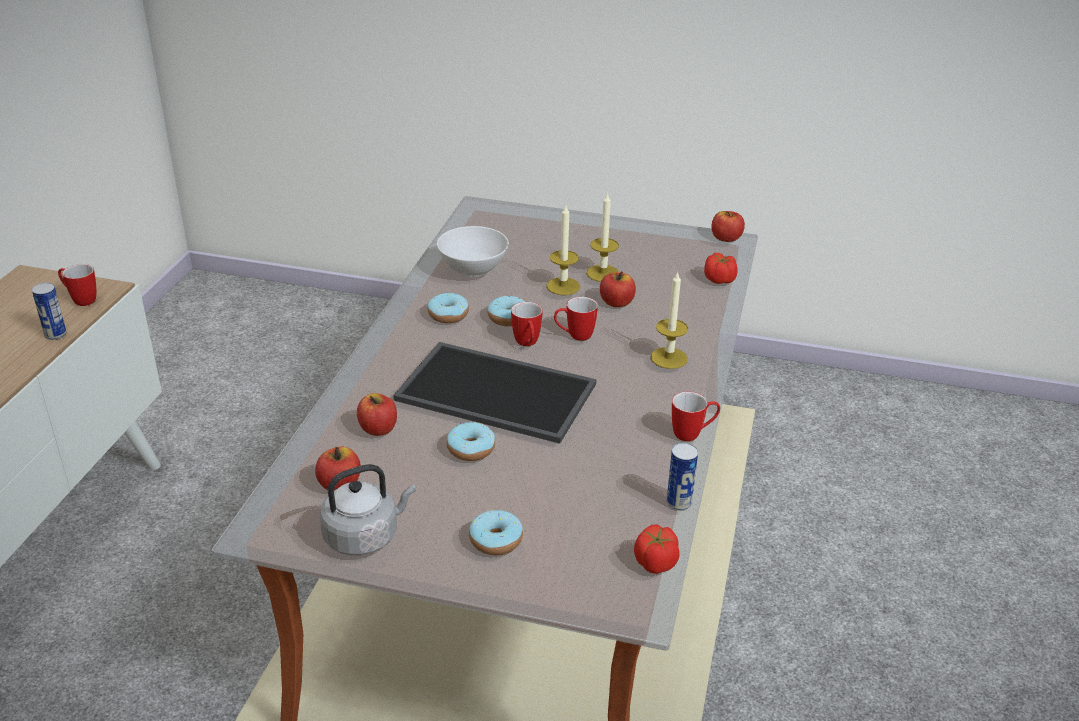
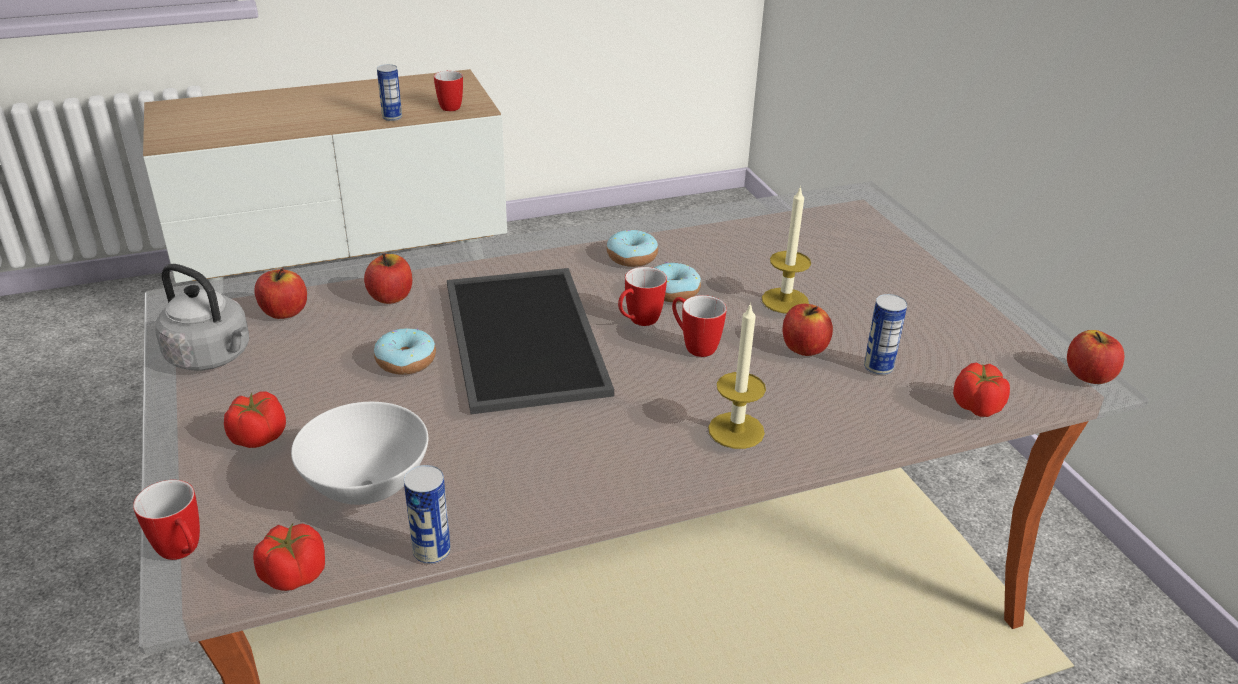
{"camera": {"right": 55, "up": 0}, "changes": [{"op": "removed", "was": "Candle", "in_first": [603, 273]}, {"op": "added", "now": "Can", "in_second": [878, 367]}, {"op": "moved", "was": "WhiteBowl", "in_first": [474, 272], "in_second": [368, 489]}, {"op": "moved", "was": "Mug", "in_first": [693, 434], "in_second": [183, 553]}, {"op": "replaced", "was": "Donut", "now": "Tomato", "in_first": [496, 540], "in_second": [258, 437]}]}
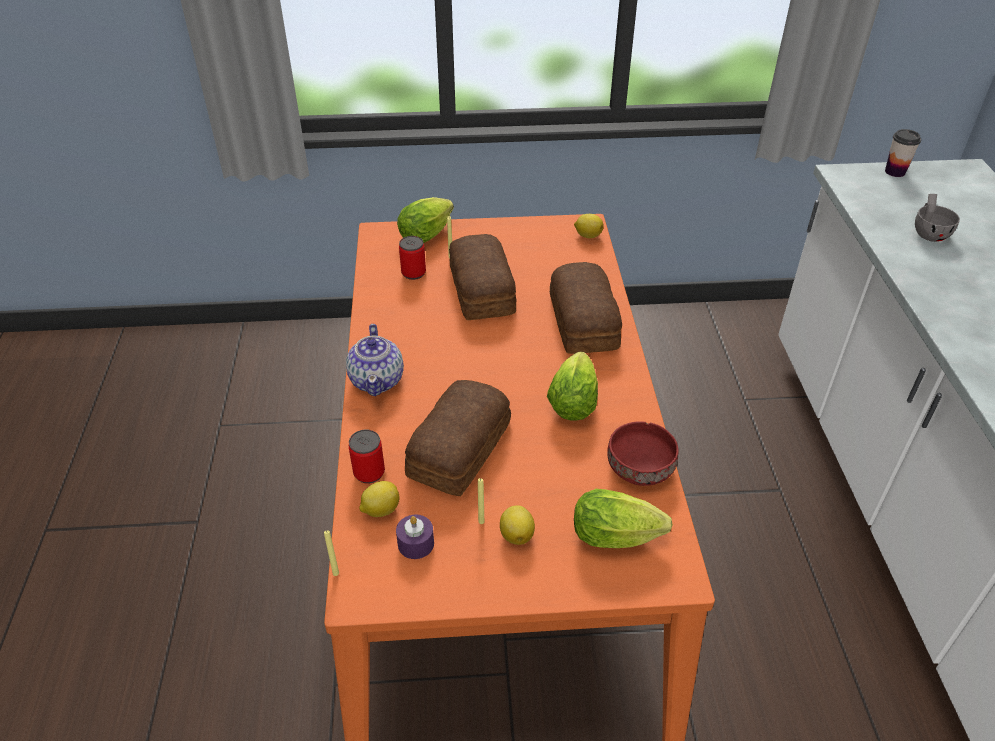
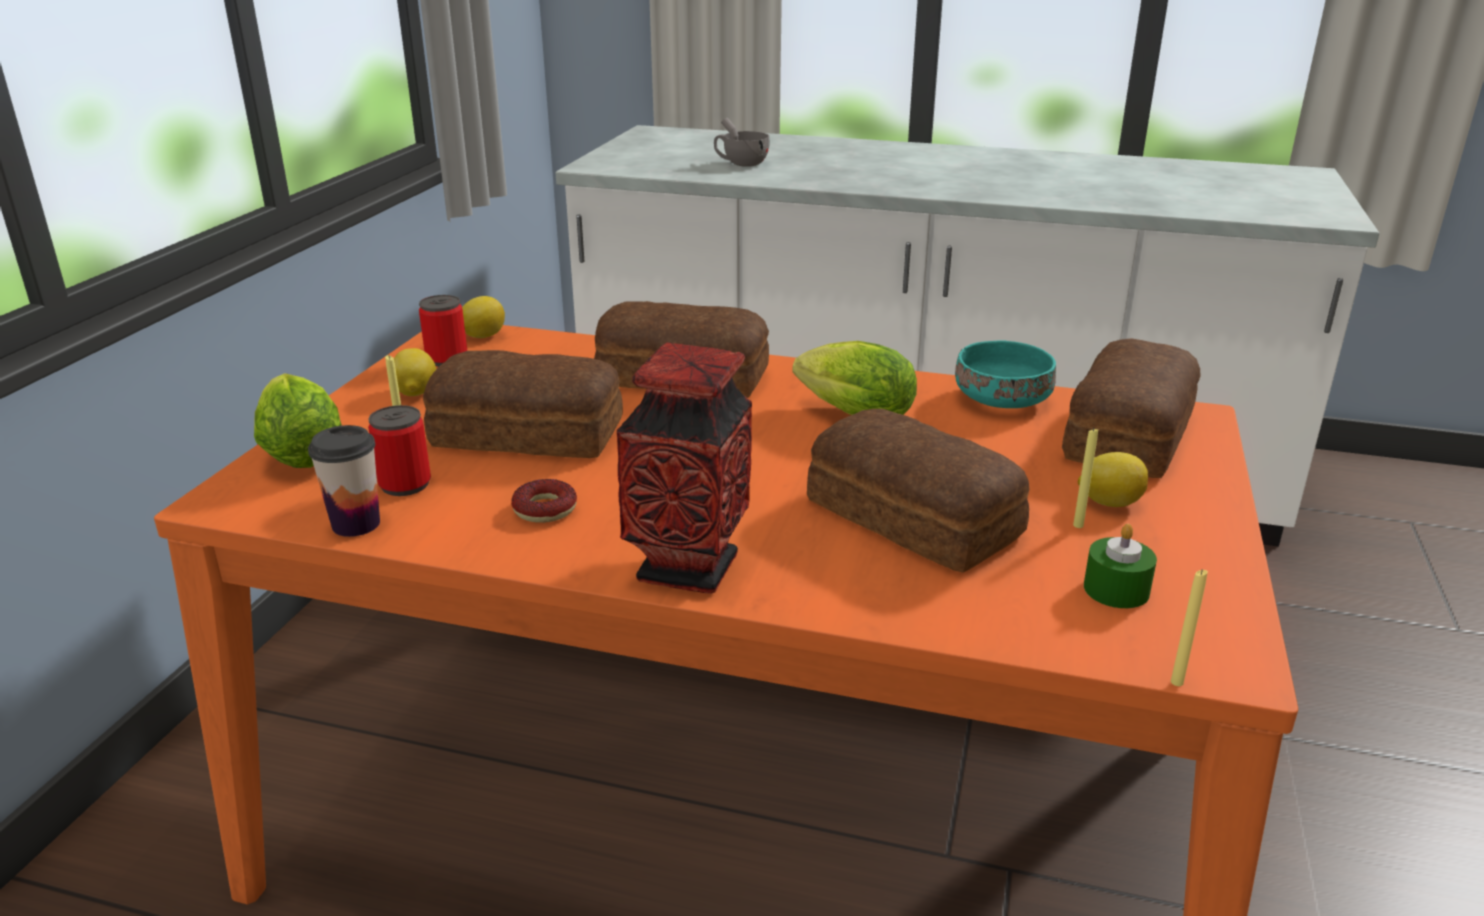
{"camera": {"right": -70, "up": -15}, "changes": [{"op": "added", "now": "Donut", "in_second": [545, 509]}, {"op": "moved", "was": "Can", "in_first": [369, 472], "in_second": [447, 359]}, {"op": "moved", "was": "Lemon", "in_first": [380, 510], "in_second": [415, 393]}, {"op": "moved", "was": "Cup", "in_first": [895, 172], "in_second": [356, 524]}, {"op": "replaced", "was": "Teapot", "now": "Vase", "in_first": [377, 380], "in_second": [688, 568]}, {"op": "replaced", "was": "Lettuce", "now": "Bread", "in_first": [620, 537], "in_second": [1124, 435]}, {"op": "recoloured", "was": "PurpleCandle", "now": "GreenCandle", "in_first": [416, 543], "in_second": [1116, 589]}, {"op": "recoloured", "was": "RedBowl", "now": "TurquoiseBowl", "in_first": [639, 468], "in_second": [1003, 400]}]}
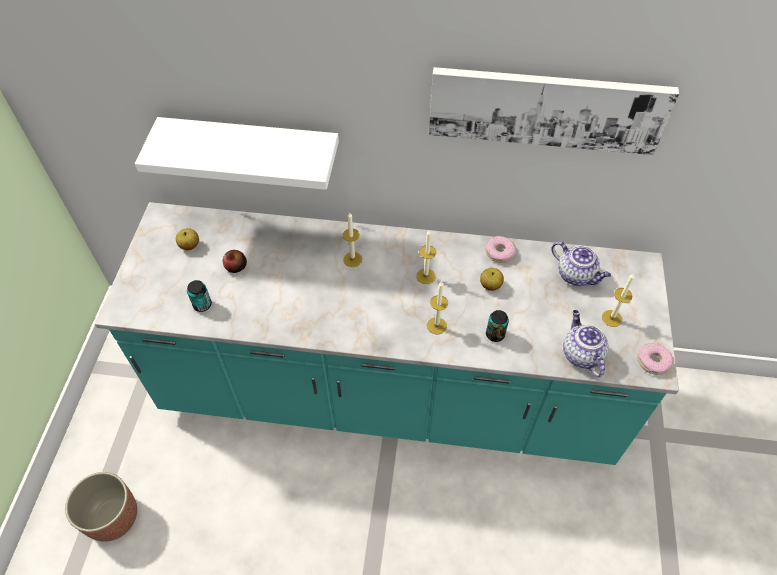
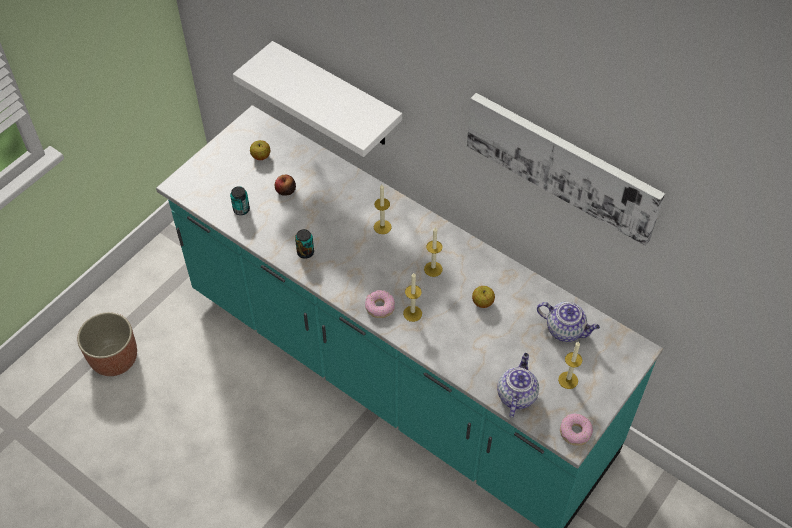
{"camera": {"right": 30, "up": 0}, "changes": [{"op": "moved", "was": "Donut", "in_first": [500, 252], "in_second": [380, 307]}, {"op": "moved", "was": "Can", "in_first": [495, 334], "in_second": [305, 252]}, {"op": "turned", "was": "Teapot", "in_first": [576, 275], "in_second": [566, 330], "clockwise": -45}]}
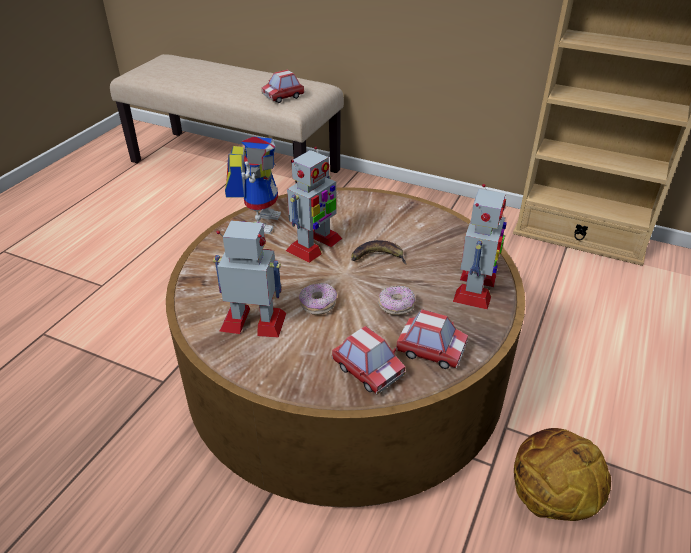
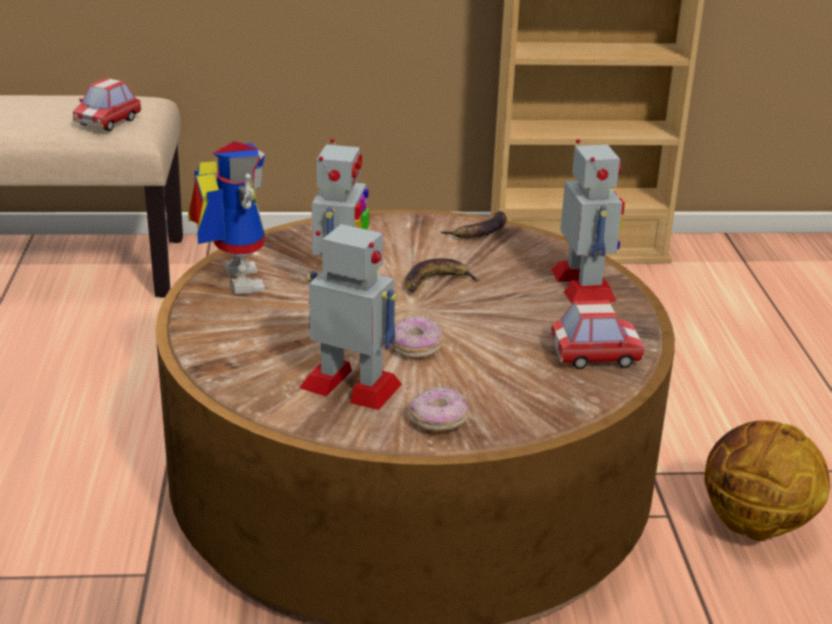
{"camera": {"right": -30, "up": -10}, "changes": [{"op": "removed", "was": "ToyCar", "in_first": [367, 371]}, {"op": "added", "now": "Banana", "in_second": [479, 231]}, {"op": "moved", "was": "Donut", "in_first": [396, 307], "in_second": [438, 422]}, {"op": "turned", "was": "ToyRobot", "in_first": [254, 322], "in_second": [352, 386], "clockwise": 45}]}
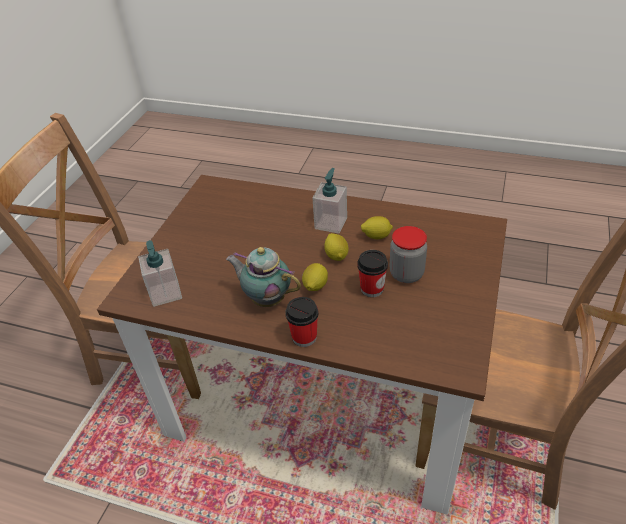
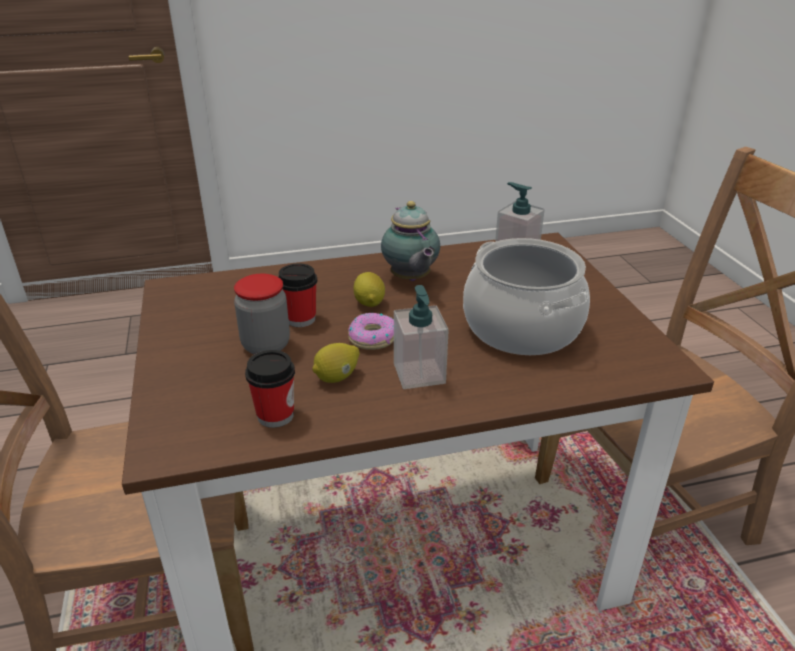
{"camera": {"right": 145, "up": -10}, "changes": [{"op": "added", "now": "CookingPot", "in_second": [523, 327]}, {"op": "moved", "was": "Cup", "in_first": [304, 337], "in_second": [275, 415]}, {"op": "replaced", "was": "Lemon", "now": "Donut", "in_first": [336, 255], "in_second": [373, 338]}, {"op": "turned", "was": "Teapot", "in_first": [266, 298], "in_second": [410, 279], "clockwise": 75}]}
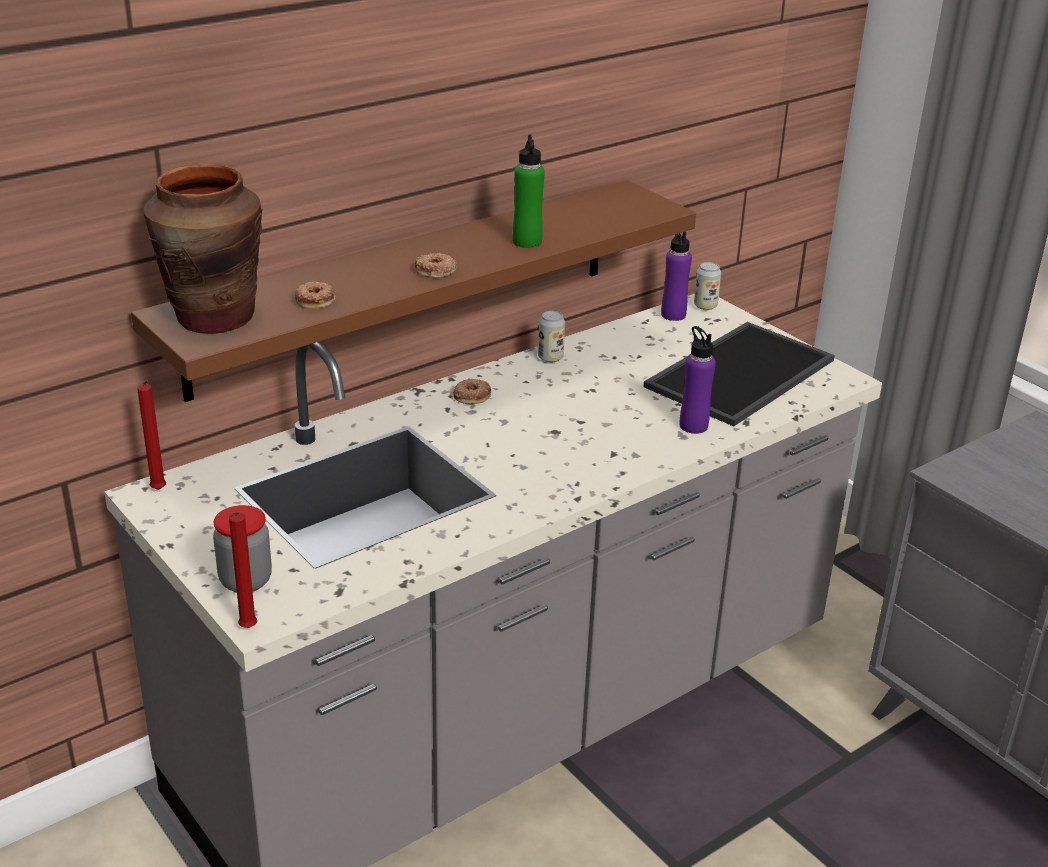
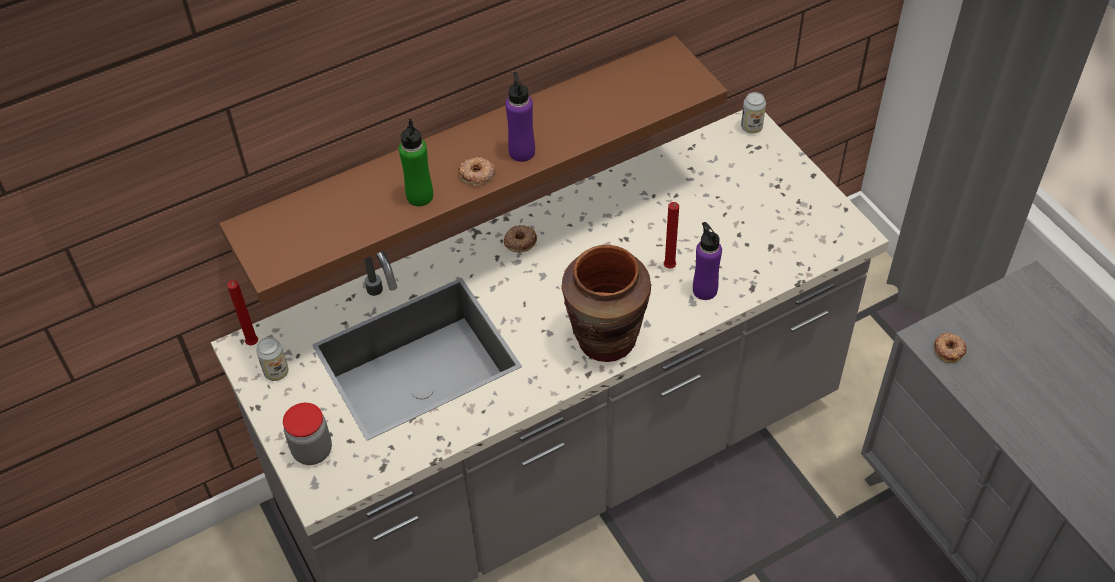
{"camera": {"right": 10, "up": 20}, "changes": [{"op": "removed", "was": "Tray", "in_first": [742, 375]}, {"op": "moved", "was": "BrownVase", "in_first": [214, 318], "in_second": [606, 340]}, {"op": "moved", "was": "RedCandle", "in_first": [247, 630], "in_second": [669, 268]}, {"op": "moved", "was": "Donut", "in_first": [315, 300], "in_second": [949, 349]}, {"op": "moved", "was": "GreenBottle", "in_first": [527, 242], "in_second": [419, 196]}, {"op": "moved", "was": "Can", "in_first": [550, 357], "in_second": [276, 372]}, {"op": "moved", "was": "PurpleBottle", "in_first": [673, 315], "in_second": [522, 152]}]}
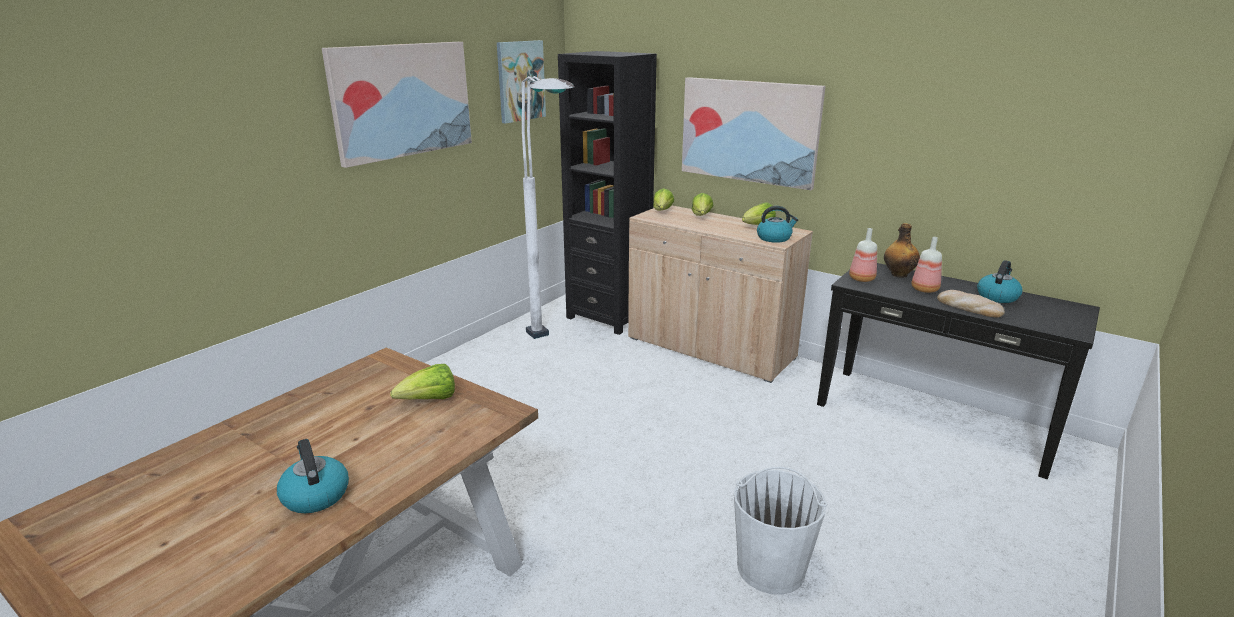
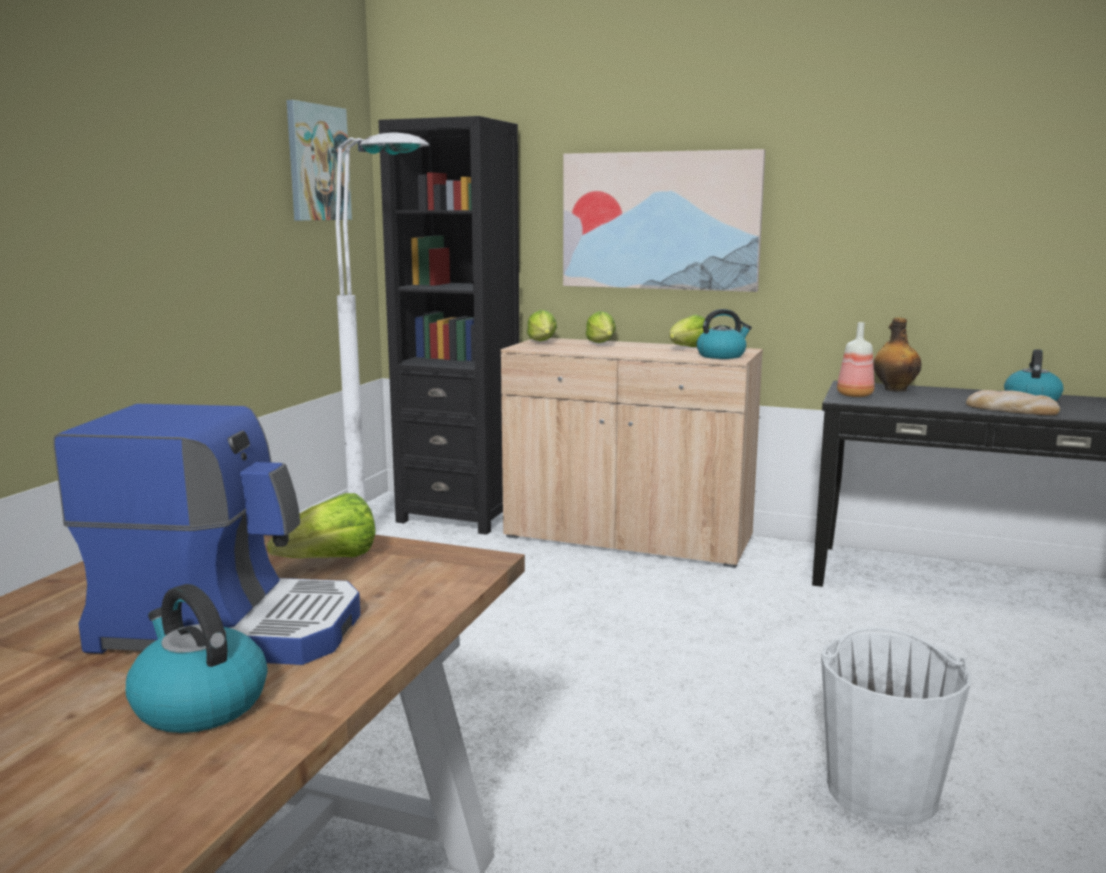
{"camera": {"right": -15, "up": -10}, "changes": [{"op": "removed", "was": "Picture", "in_first": [402, 100]}, {"op": "removed", "was": "Bottle", "in_first": [925, 290]}, {"op": "added", "now": "CoffeeMachine", "in_second": [230, 626]}]}
